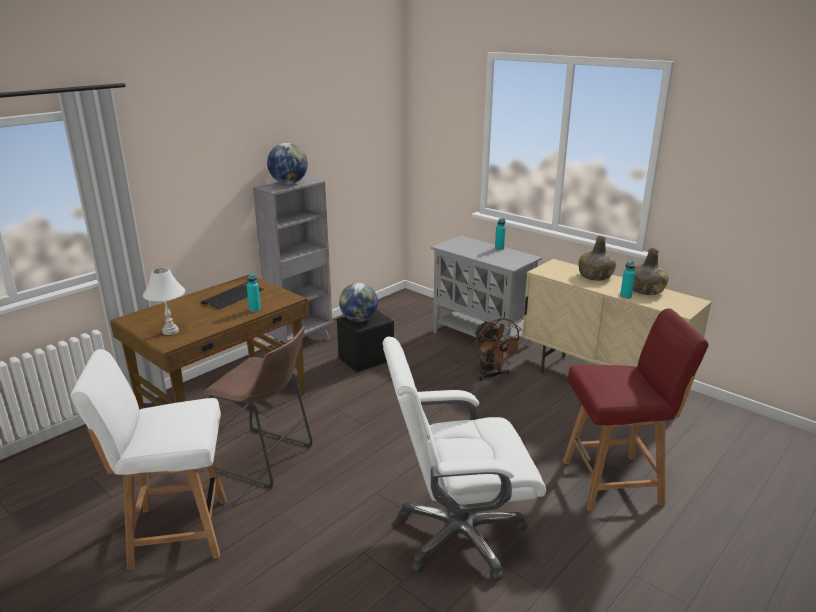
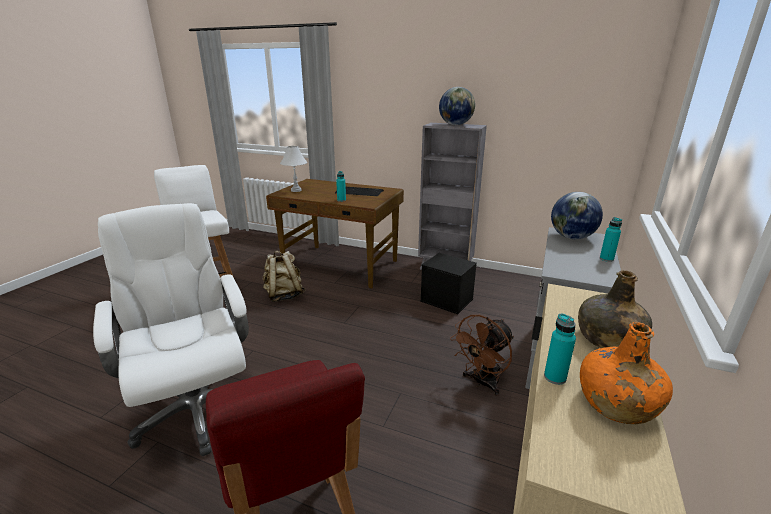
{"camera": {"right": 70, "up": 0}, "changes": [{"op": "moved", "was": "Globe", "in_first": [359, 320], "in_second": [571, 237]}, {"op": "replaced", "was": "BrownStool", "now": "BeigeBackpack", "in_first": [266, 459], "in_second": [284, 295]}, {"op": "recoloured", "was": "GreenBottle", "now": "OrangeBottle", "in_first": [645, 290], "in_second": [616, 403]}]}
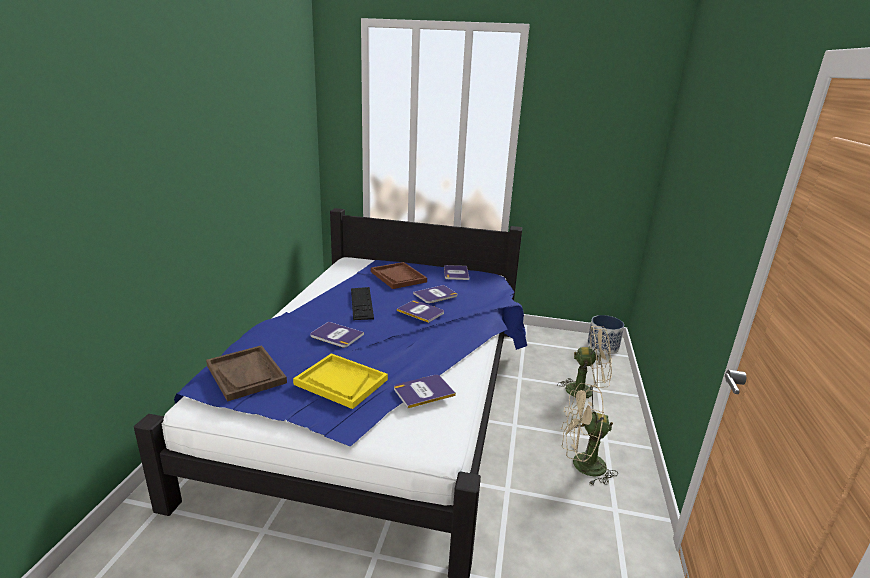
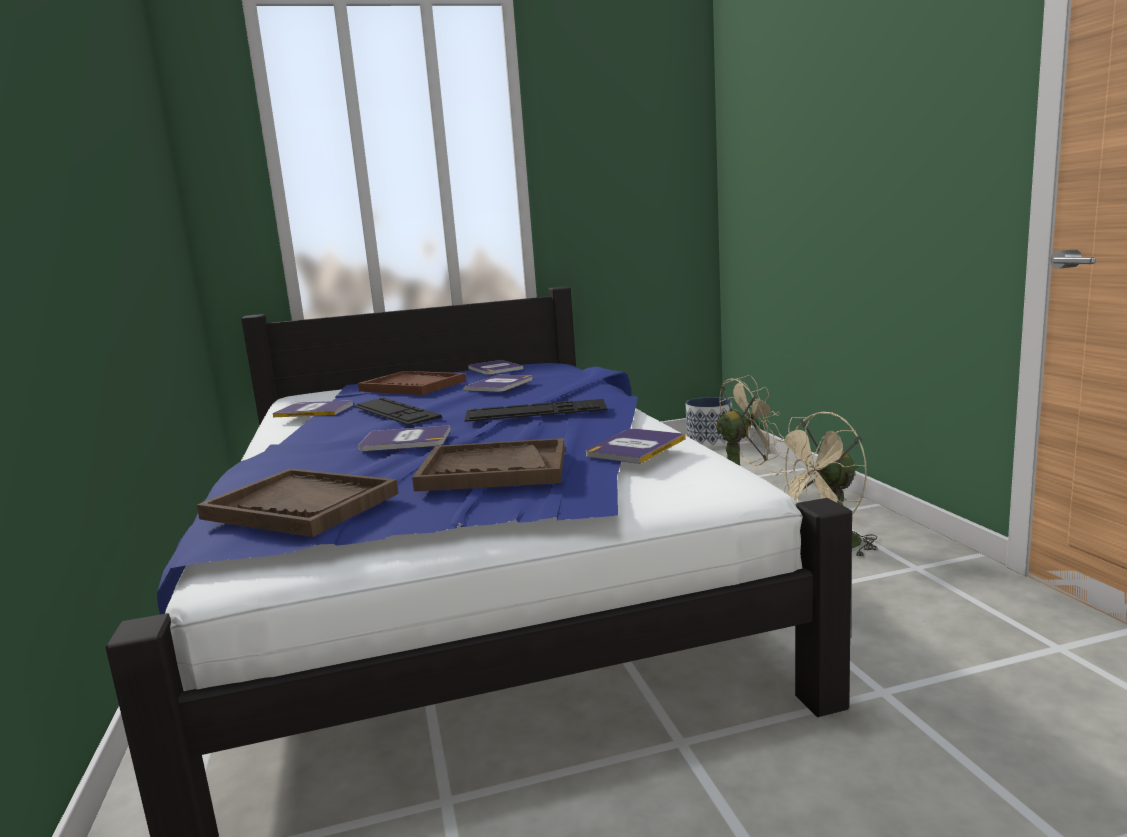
{"camera": {"right": -25, "up": -10}, "changes": [{"op": "added", "now": "Keyboard", "in_second": [535, 411]}, {"op": "moved", "was": "Book", "in_first": [421, 312], "in_second": [315, 410]}, {"op": "recoloured", "was": "YellowTray", "now": "BrownTray", "in_first": [340, 382], "in_second": [493, 469]}]}
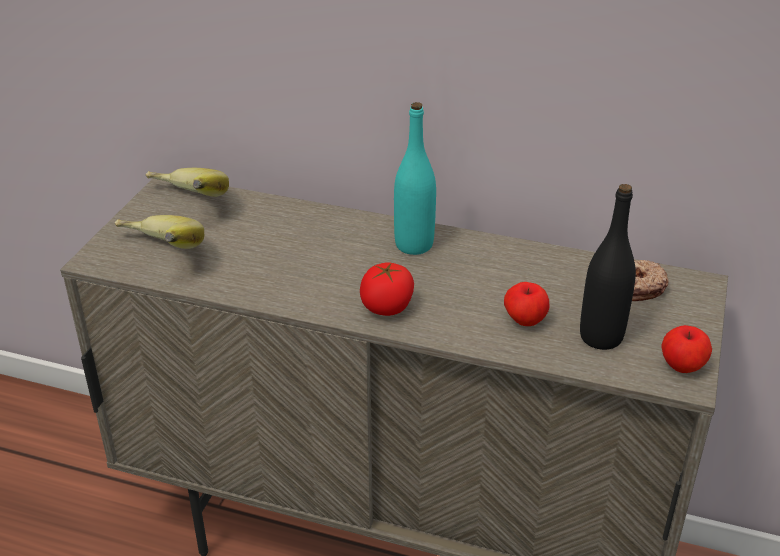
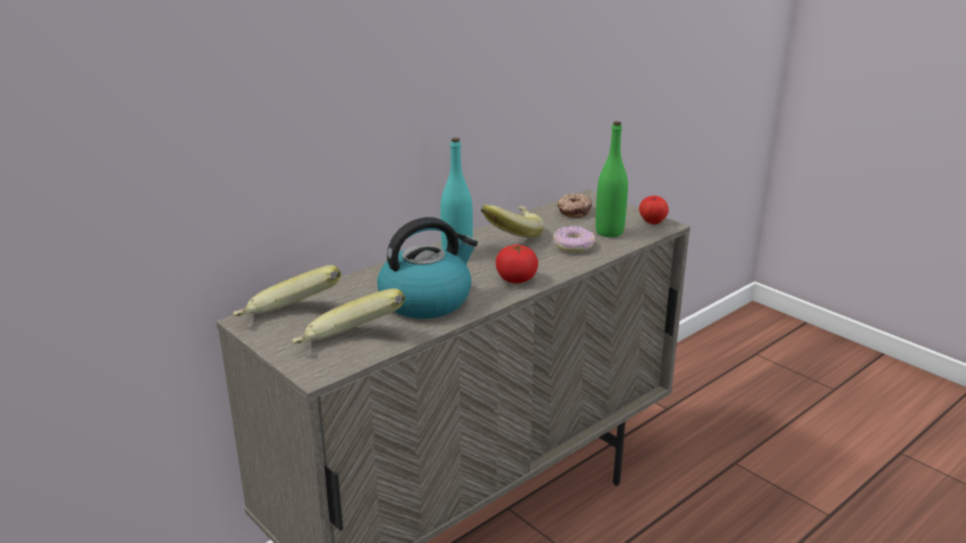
{"camera": {"right": -60, "up": -10}, "changes": [{"op": "added", "now": "Kettle", "in_second": [426, 300]}, {"op": "added", "now": "Banana", "in_second": [510, 235]}, {"op": "replaced", "was": "Apple", "now": "Donut", "in_first": [524, 320], "in_second": [573, 246]}, {"op": "recoloured", "was": "BlackBottle", "now": "GreenBottle", "in_first": [601, 337], "in_second": [609, 232]}]}
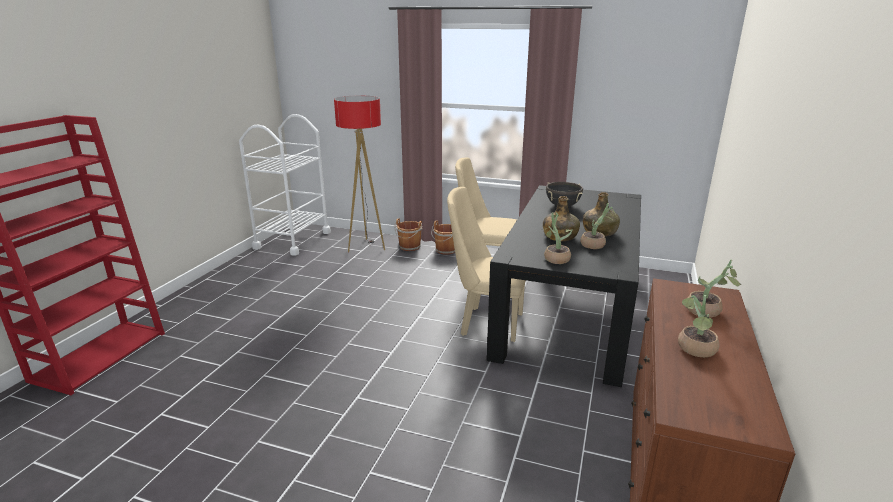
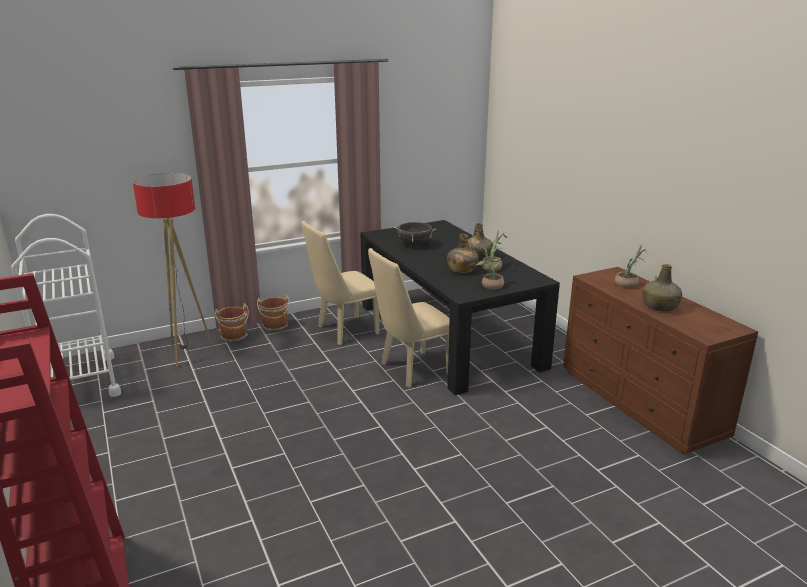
{"camera": {"right": -45, "up": 0}, "changes": [{"op": "replaced", "was": "PottedPlant", "now": "GreenBottle", "in_first": [694, 350], "in_second": [660, 306]}]}
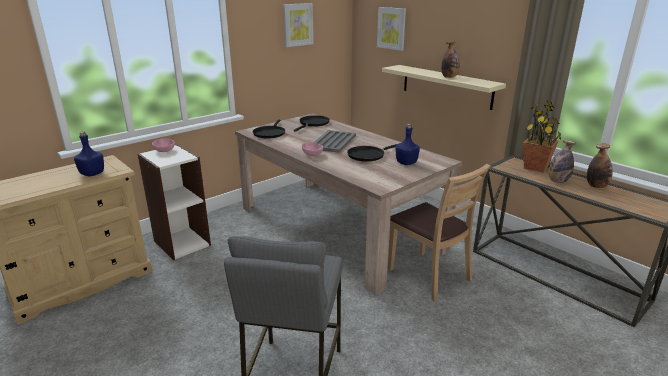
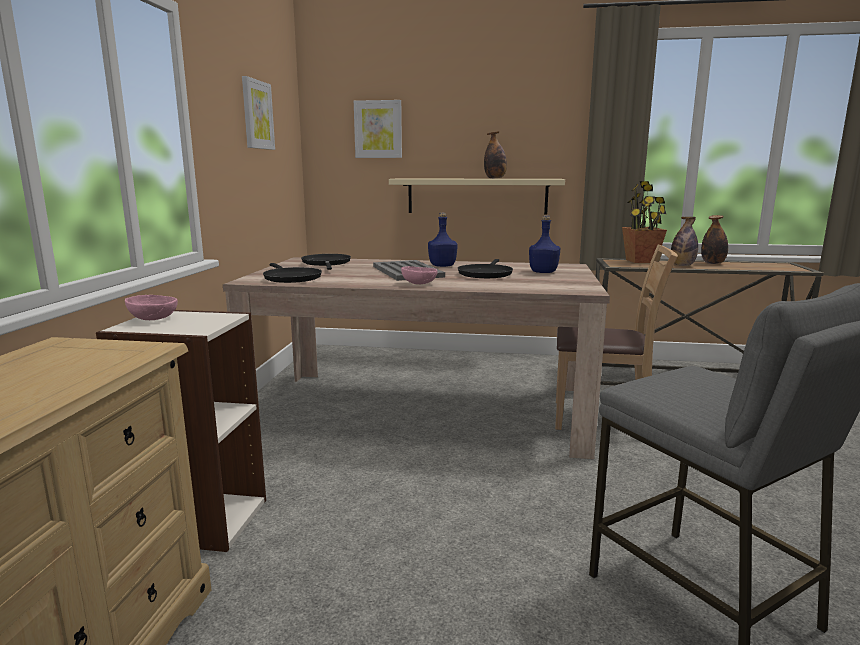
{"camera": {"right": -40, "up": -10}, "changes": [{"op": "moved", "was": "BlueBottle", "in_first": [92, 173], "in_second": [441, 266]}]}
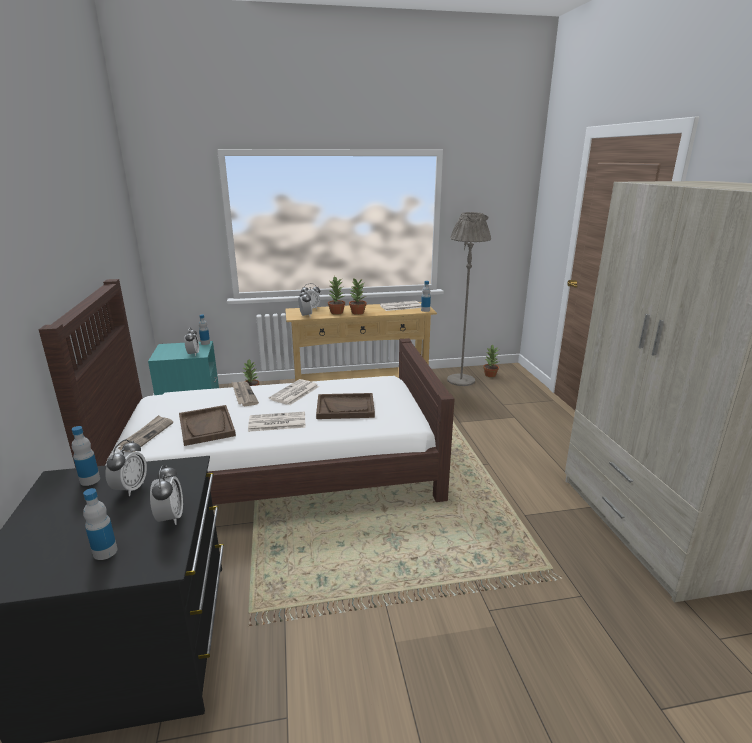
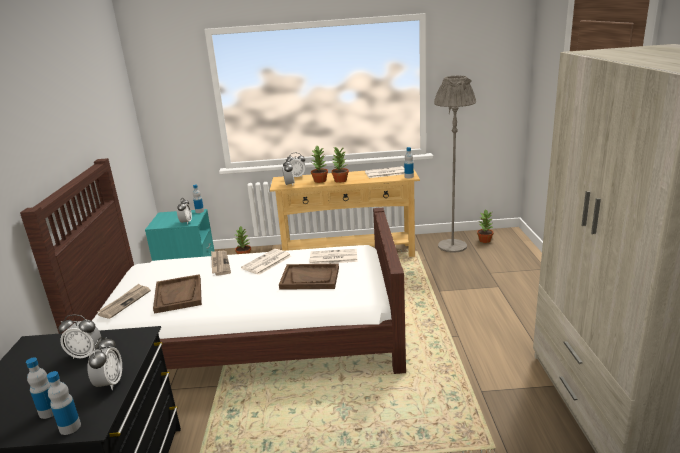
{"camera": {"right": 10, "up": 0}, "changes": [{"op": "moved", "was": "Bottle", "in_first": [90, 480], "in_second": [70, 427]}, {"op": "moved", "was": "Newspaper", "in_first": [276, 422], "in_second": [332, 257]}, {"op": "turned", "was": "AlarmClock", "in_first": [130, 488], "in_second": [85, 355], "clockwise": 75}]}
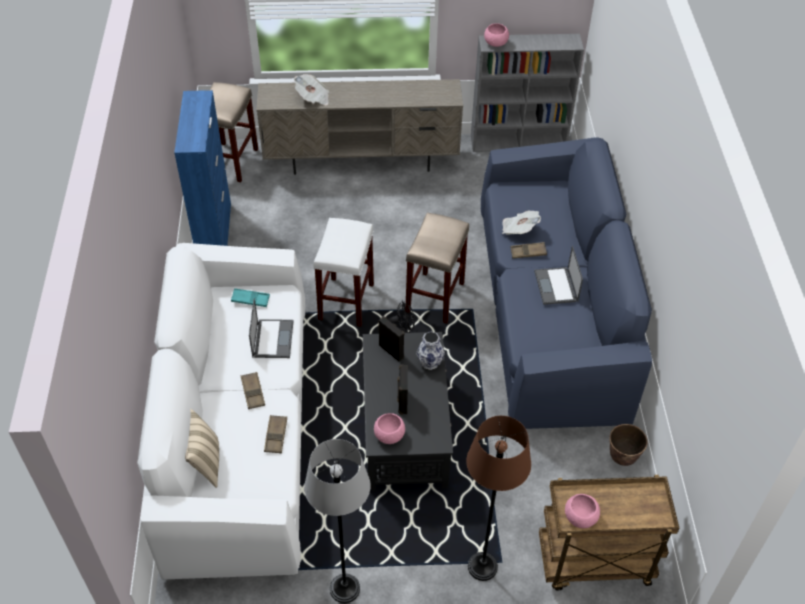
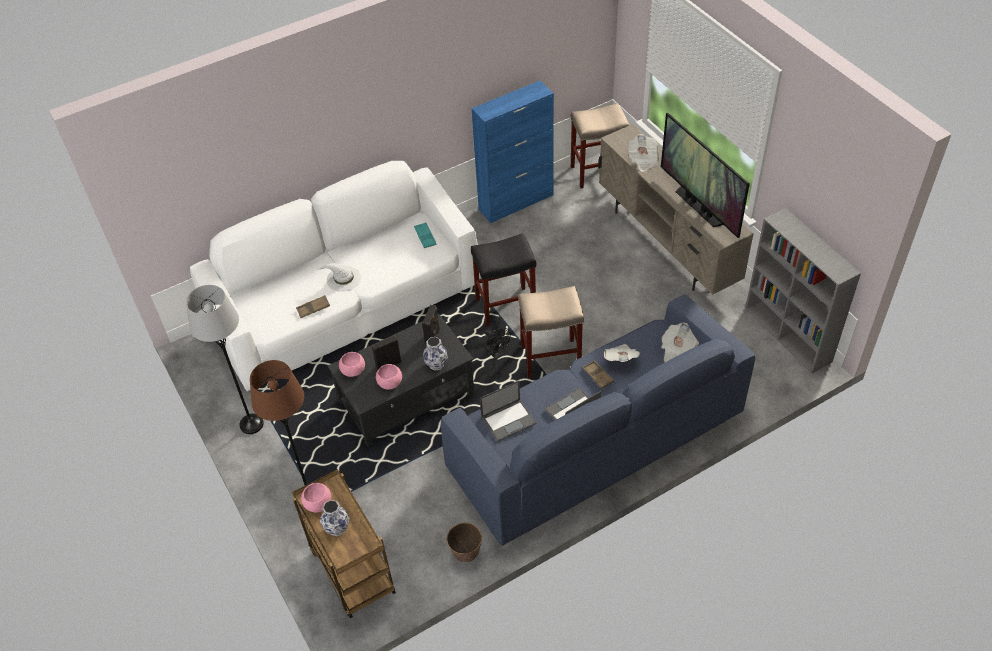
{"camera": {"right": 65, "up": 0}, "changes": [{"op": "removed", "was": "BeigePillow", "in_first": [205, 463]}, {"op": "added", "now": "Vase", "in_second": [337, 528]}, {"op": "added", "now": "Television", "in_second": [699, 206]}, {"op": "added", "now": "Newspaper", "in_second": [677, 351]}, {"op": "moved", "was": "Laptop", "in_first": [272, 338], "in_second": [509, 420]}, {"op": "moved", "was": "PinkBowl", "in_first": [495, 43], "in_second": [390, 382]}, {"op": "replaced", "was": "BrownTray", "now": "WhiteHat", "in_first": [253, 392], "in_second": [343, 279]}, {"op": "recoloured", "was": "WhiteStool", "now": "BlackStool", "in_first": [346, 301], "in_second": [506, 306]}]}
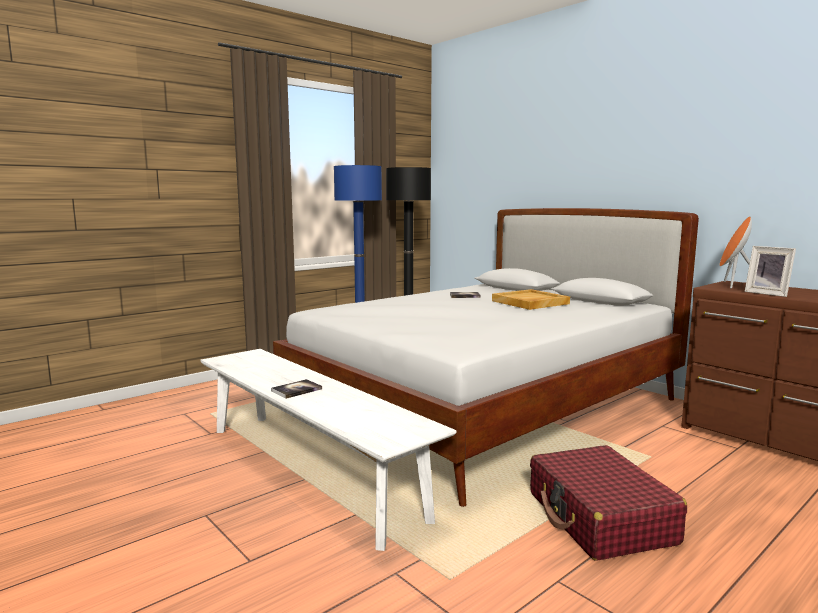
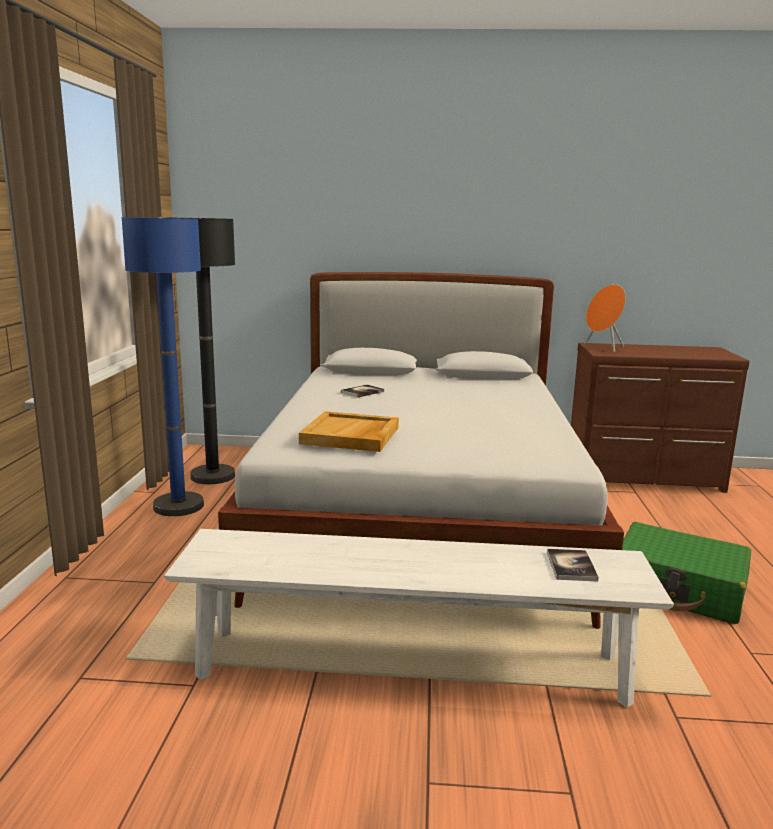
{"camera": {"right": -45, "up": 5}, "changes": [{"op": "removed", "was": "PictureFrame", "in_first": [768, 293]}, {"op": "moved", "was": "Book", "in_first": [296, 390], "in_second": [571, 566]}, {"op": "moved", "was": "BeigeTray", "in_first": [530, 302], "in_second": [351, 436]}, {"op": "recoloured", "was": "RedSuitcase", "now": "GreenSuitcase", "in_first": [600, 518], "in_second": [679, 588]}]}
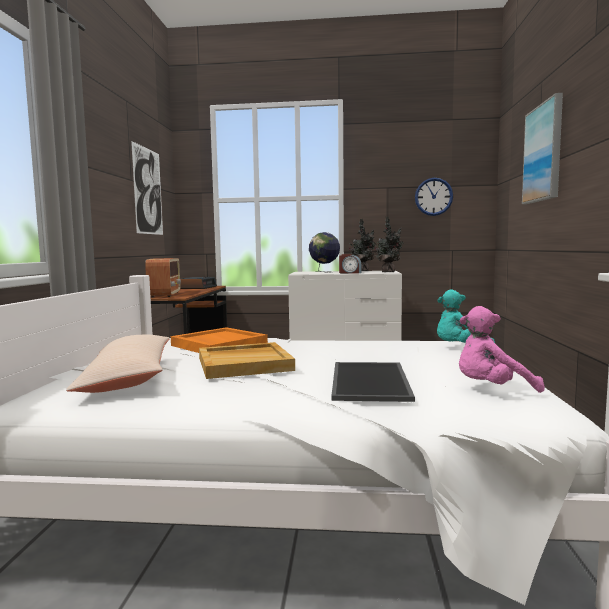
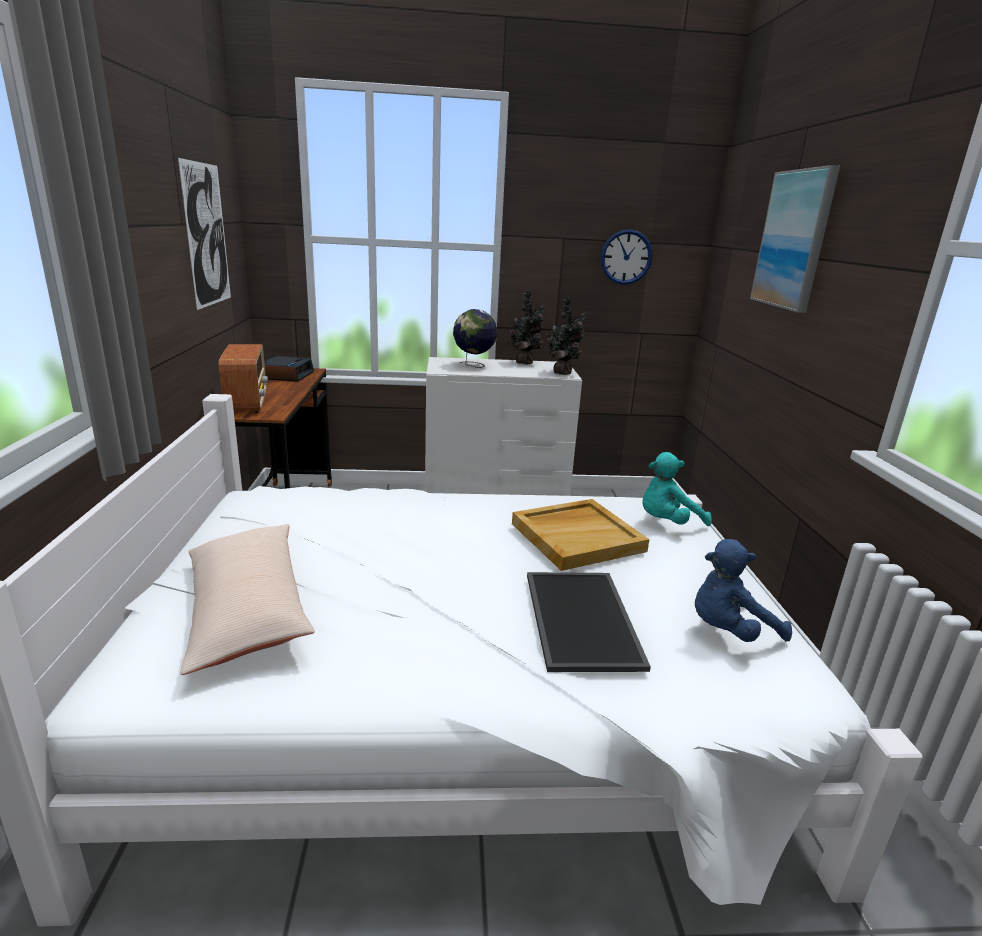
{"camera": {"right": -10, "up": 15}, "changes": [{"op": "removed", "was": "OrangeTray", "in_first": [218, 345]}, {"op": "removed", "was": "AlarmClock", "in_first": [350, 273]}, {"op": "moved", "was": "BeigeTray", "in_first": [245, 364], "in_second": [577, 537]}, {"op": "recoloured", "was": "PinkPlushToy", "now": "BluePlushToy", "in_first": [491, 390], "in_second": [729, 631]}]}
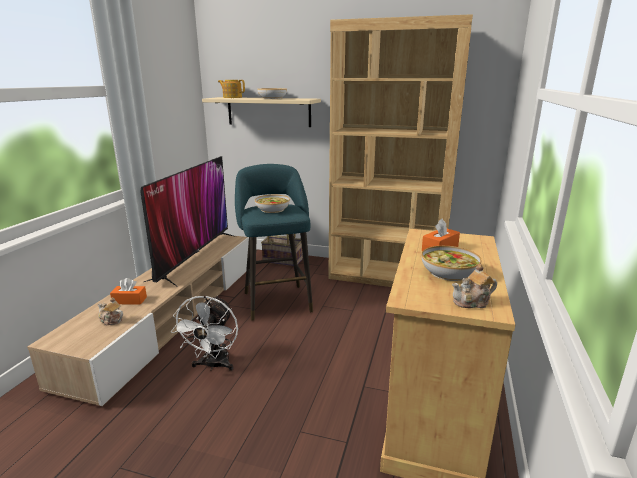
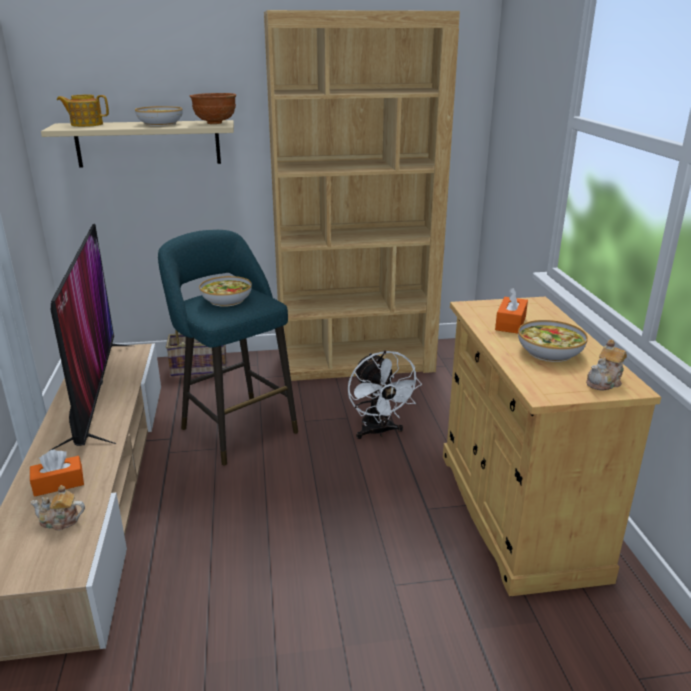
{"camera": {"right": -25, "up": 5}, "changes": [{"op": "added", "now": "BrownBowl", "in_second": [215, 123]}, {"op": "moved", "was": "WhiteFan", "in_first": [213, 365], "in_second": [378, 432]}]}
